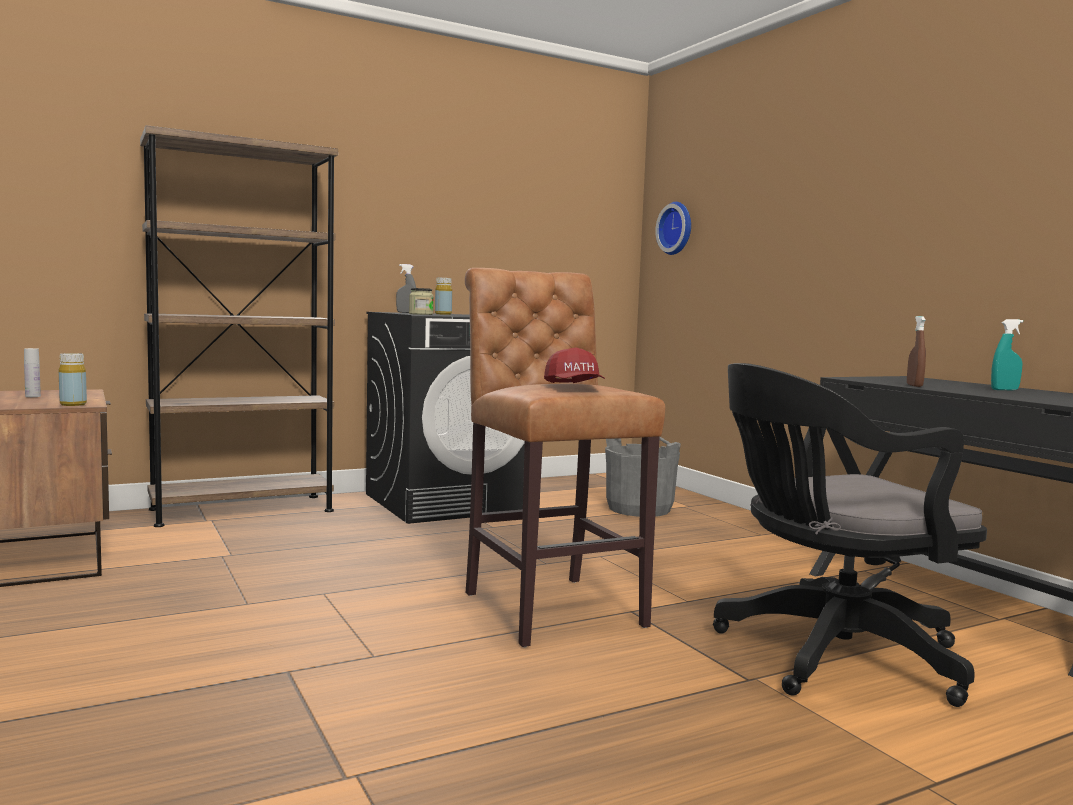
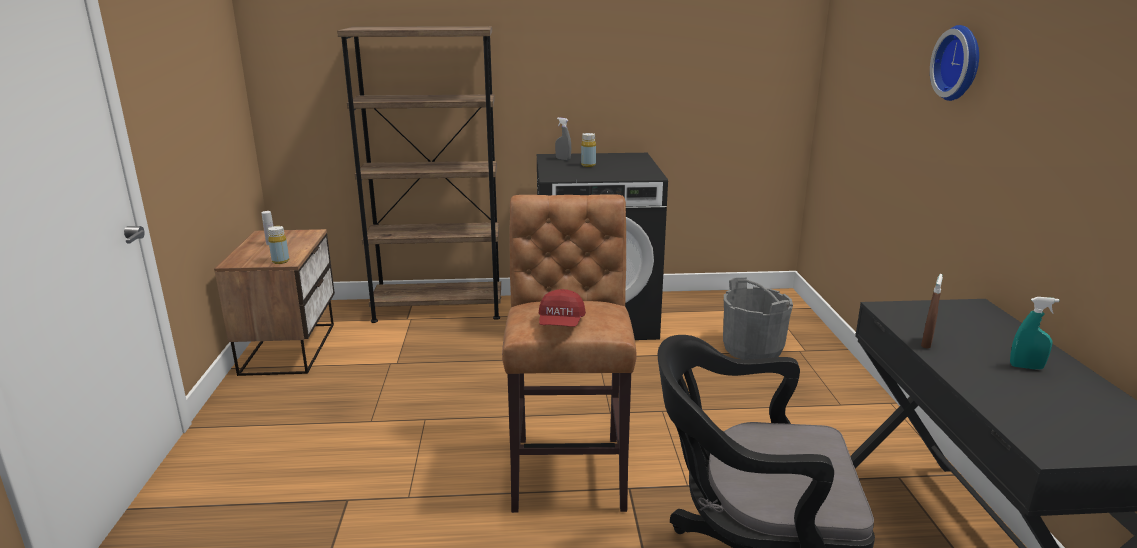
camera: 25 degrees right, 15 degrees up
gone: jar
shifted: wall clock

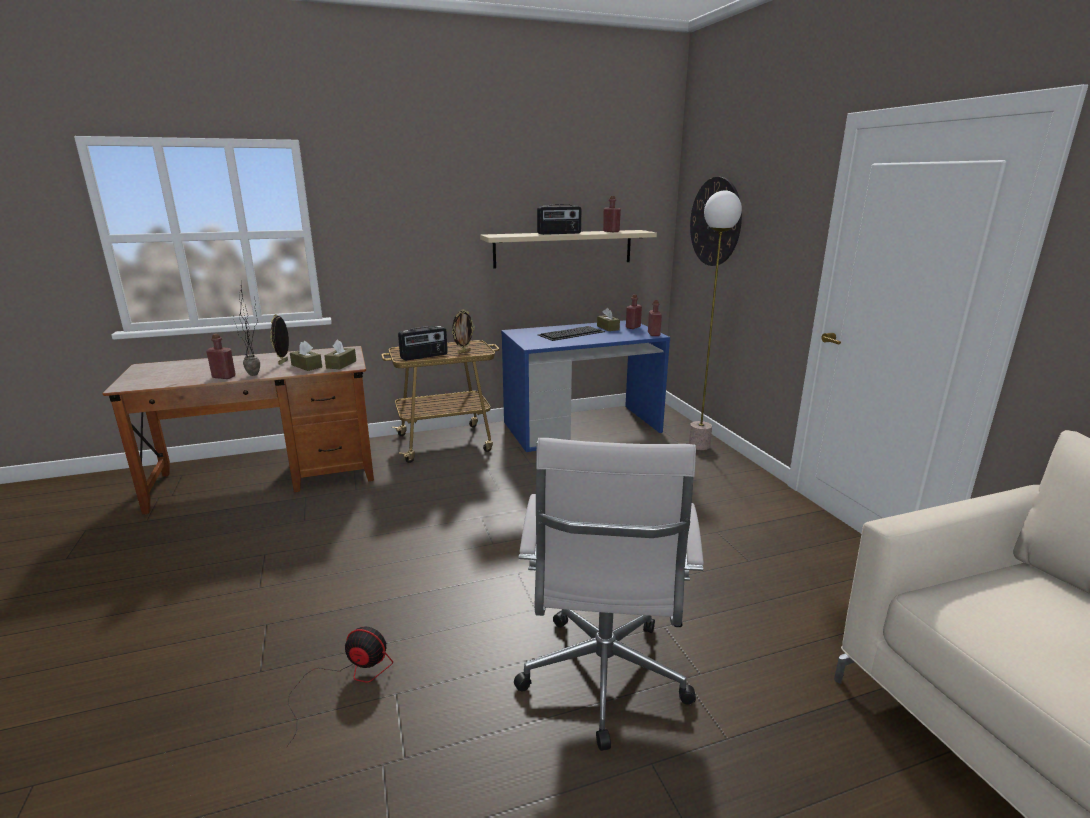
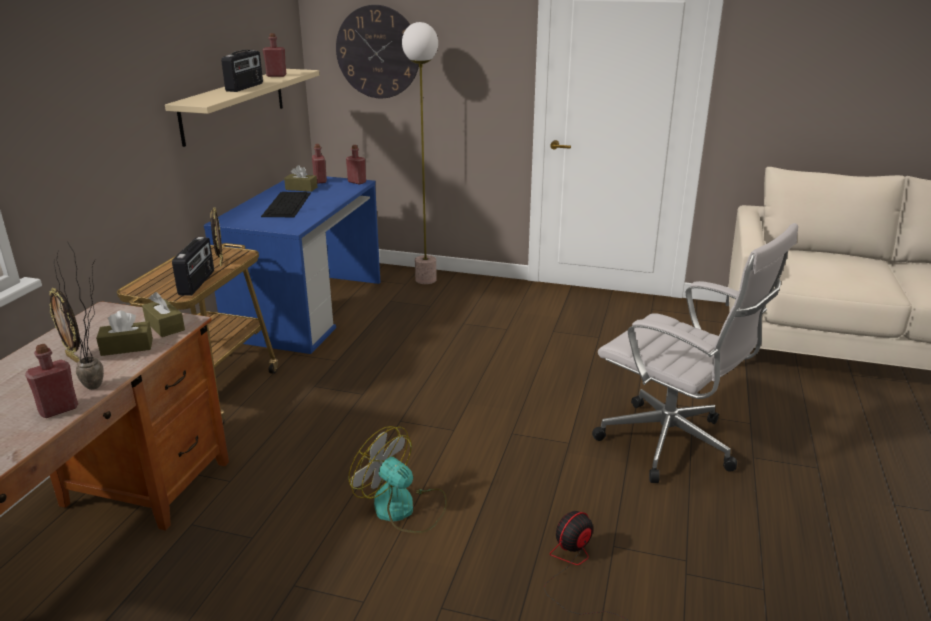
camera: 55 degrees left, 5 degrees up
new: fan (no. 1 from left)

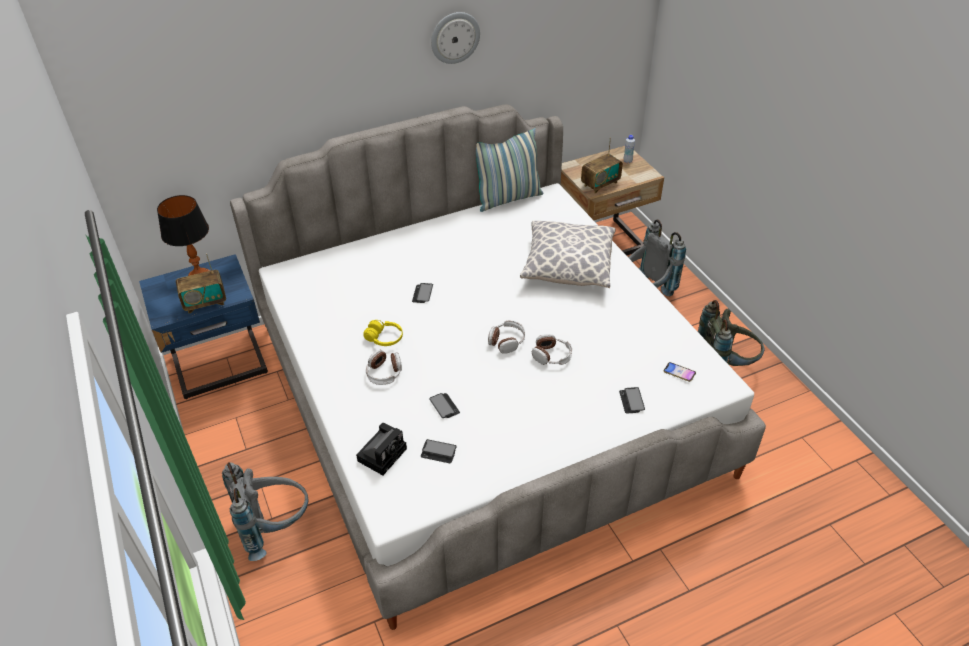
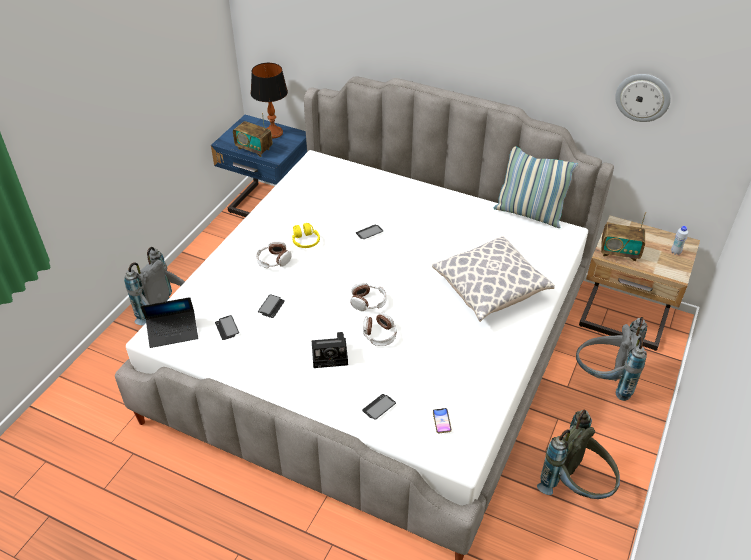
camera: 50 degrees right, 0 degrees up
new: laptop
shifted: photo camera; wall clock

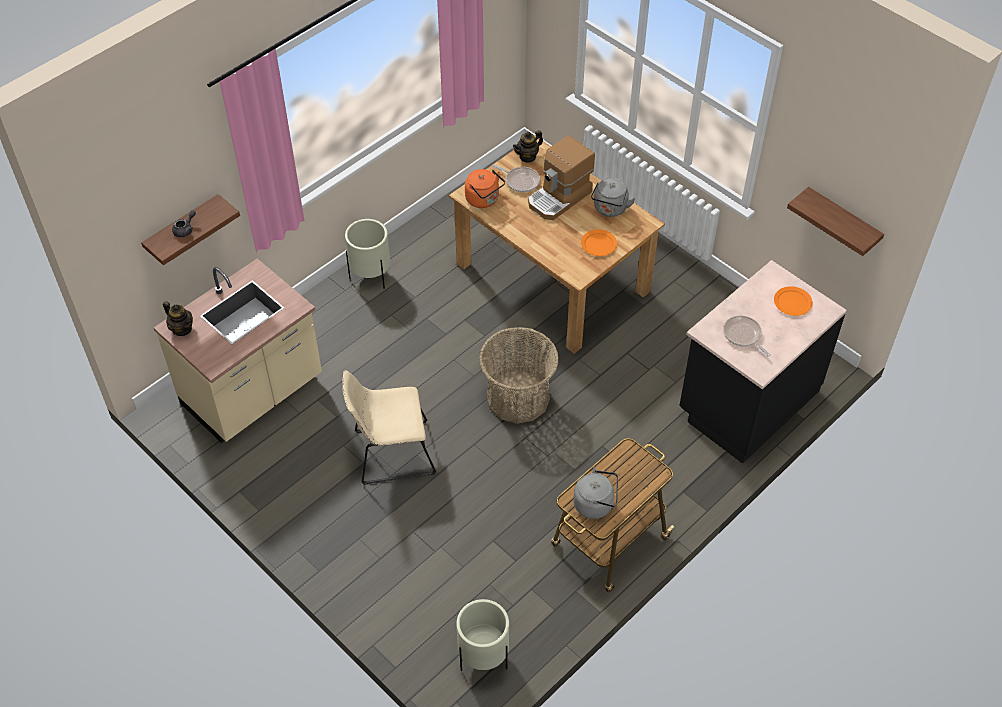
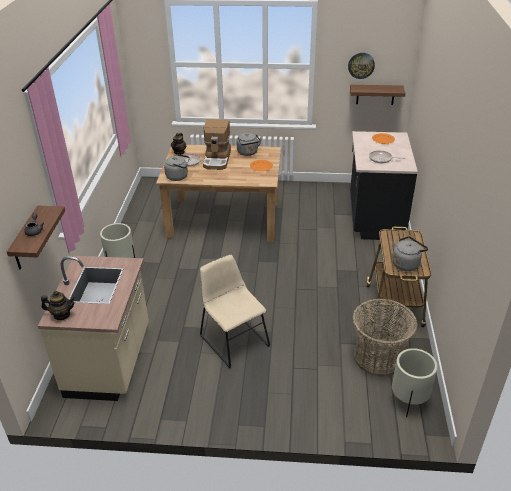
camera: 40 degrees left, 15 degrees down
new: wall clock
shifted: basket
repainted: orange kettle to grey kettle (no. 1 from left)
rotated: beige chair 105 degrees clockwise

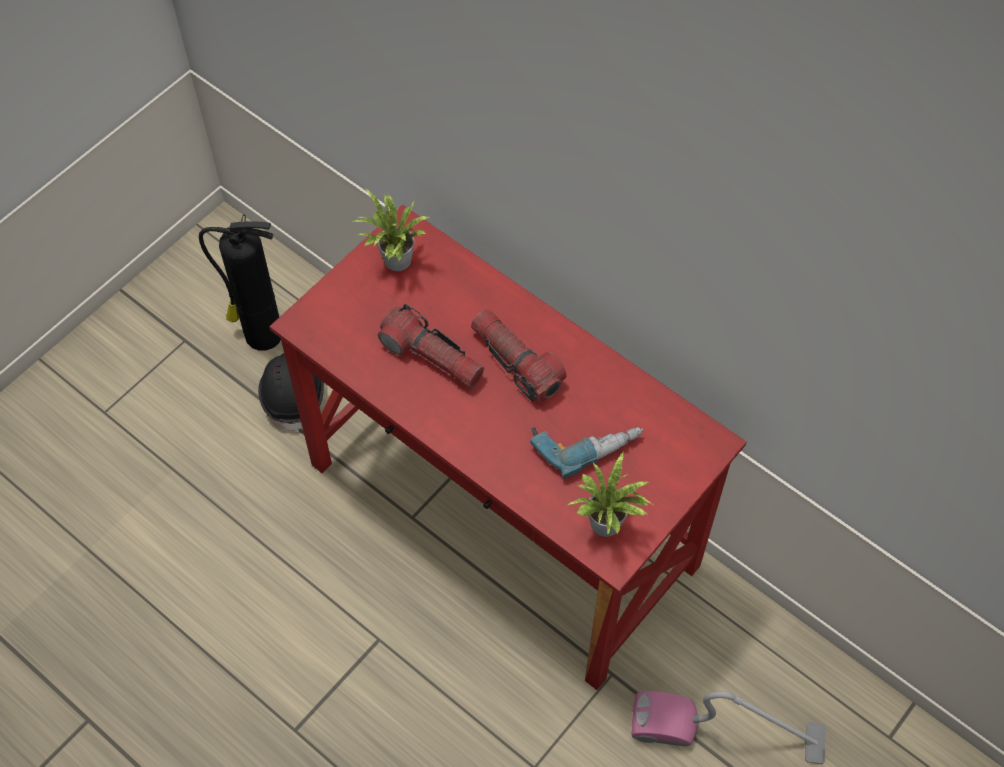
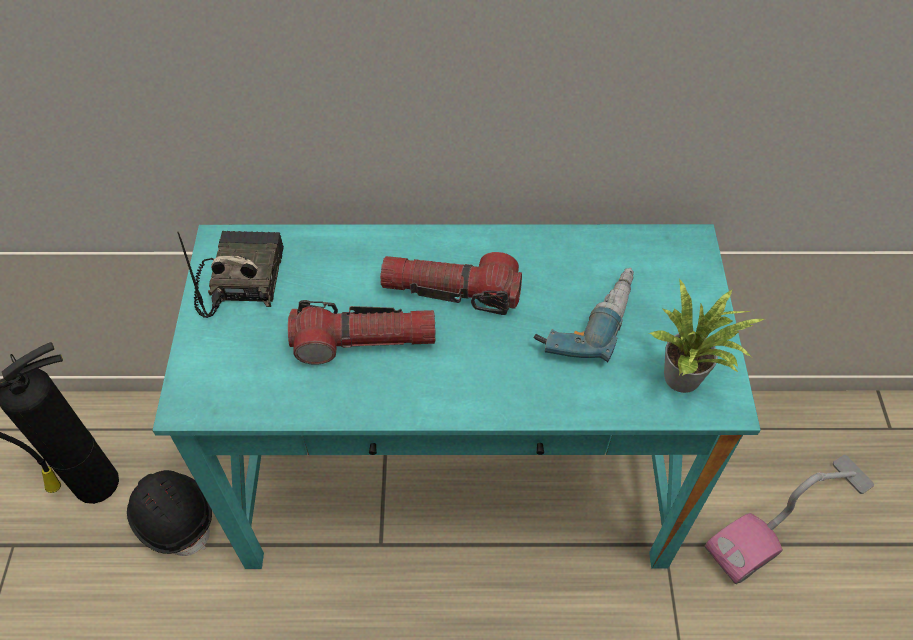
camera: 40 degrees left, 5 degrees down
swapped: potted plant (no. 1 from left) to radio
repainted: red desk to turquoise desk

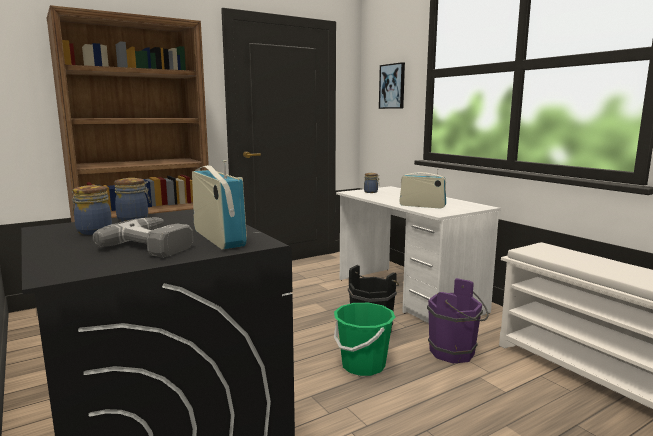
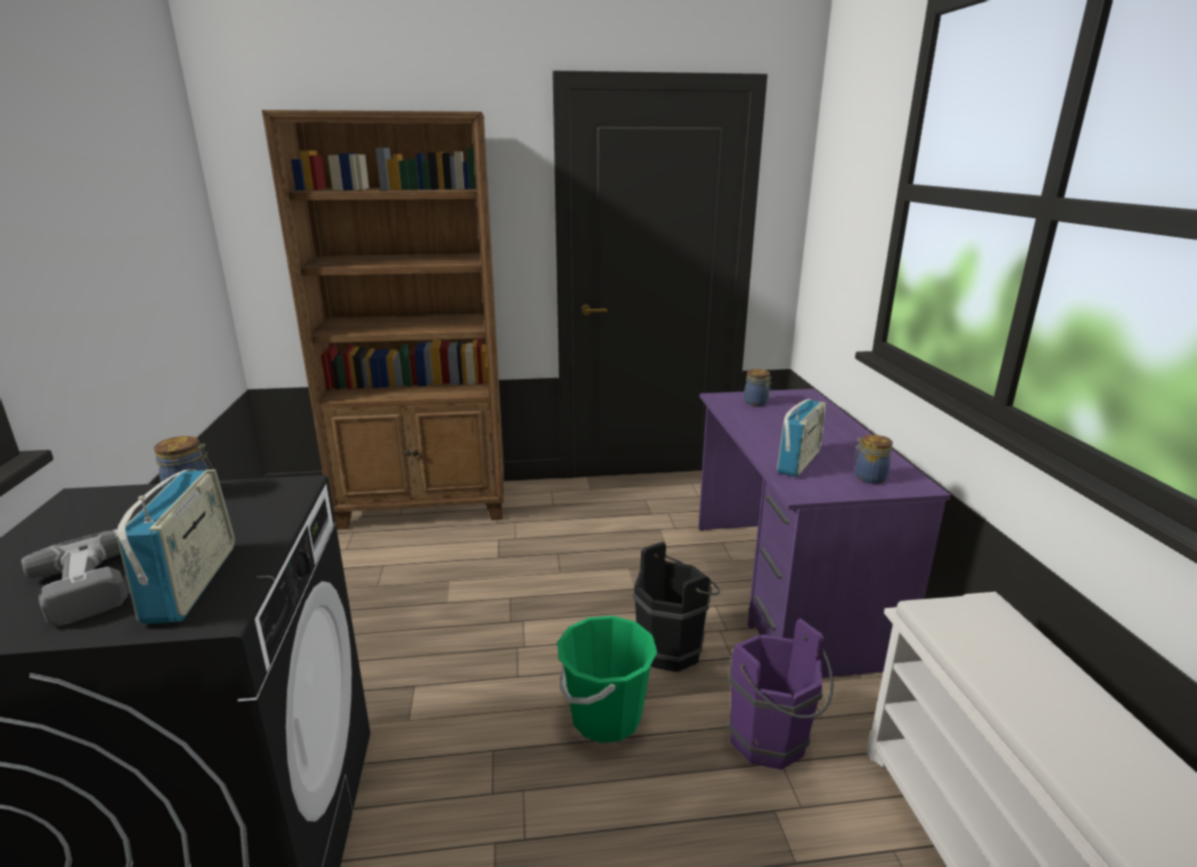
camera: 25 degrees right, 10 degrees up
gone: picture
shifted: jar (no. 1 from left in the first image) to jar (no. 3 from left)
repainted: white desk to purple desk
rotated: radio (no. 2 from left) 75 degrees clockwise

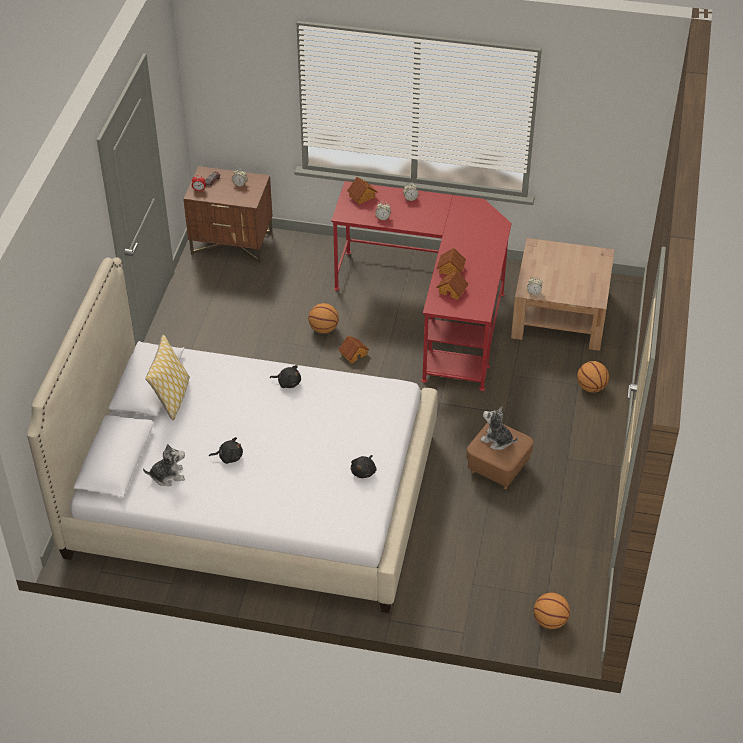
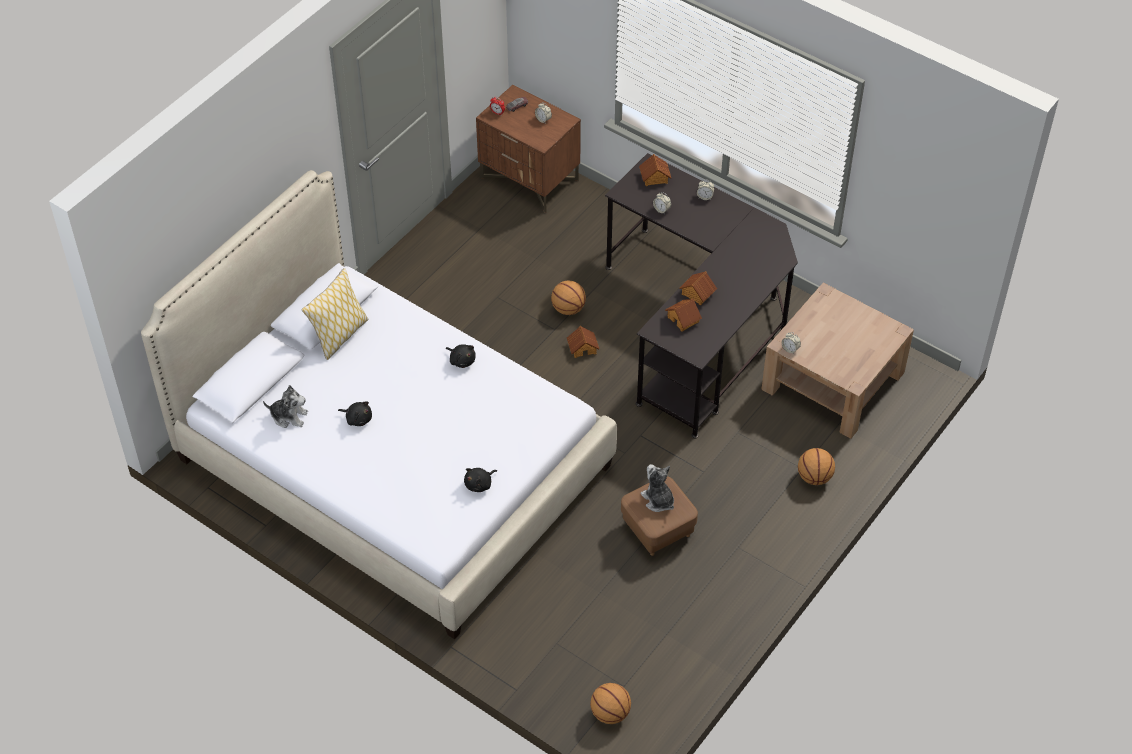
camera: 25 degrees right, 5 degrees up
repainted: red desk to black desk

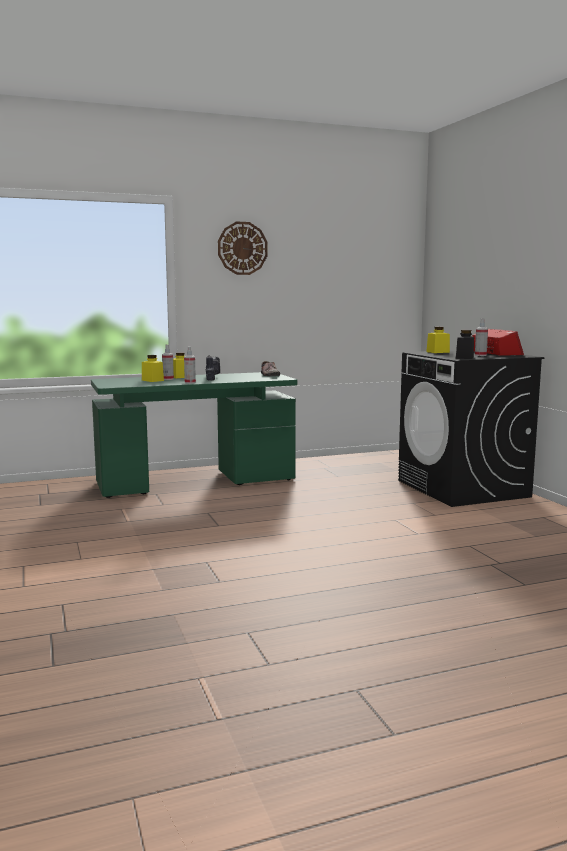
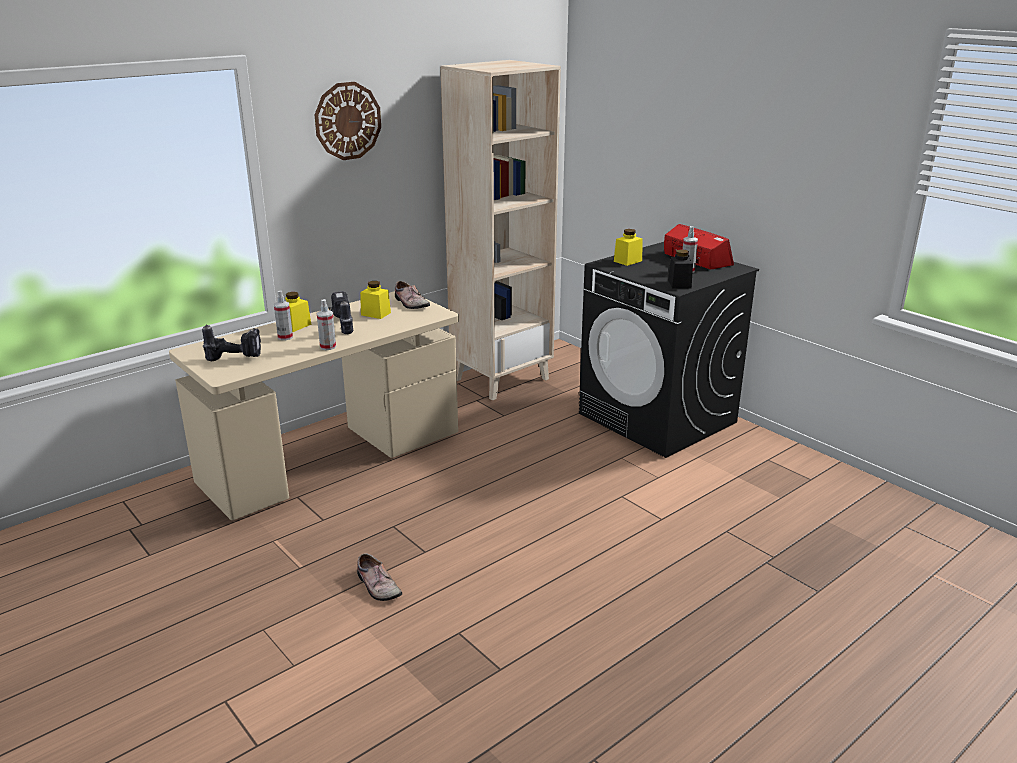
camera: 20 degrees left, 15 degrees up
new: power drill (no. 1 from left); shoe (no. 1 from left); beige bookcase
shifted: yellow jar (no. 1 from left in the first image) to yellow jar (no. 2 from left)
repainted: green desk to beige desk

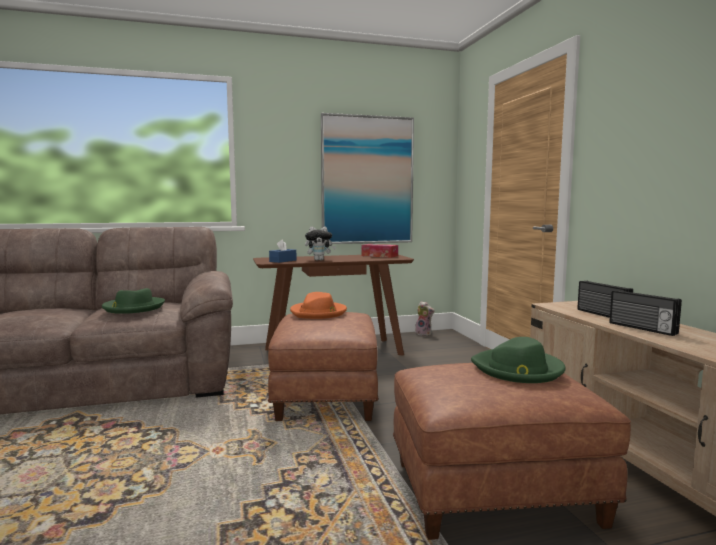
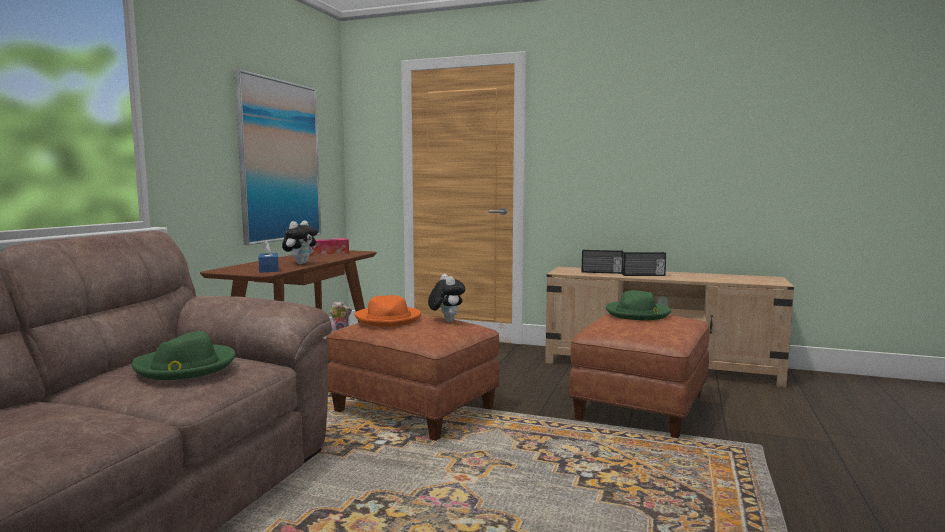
camera: 55 degrees left, 0 degrees up
new: plush toy (no. 3 from left)

